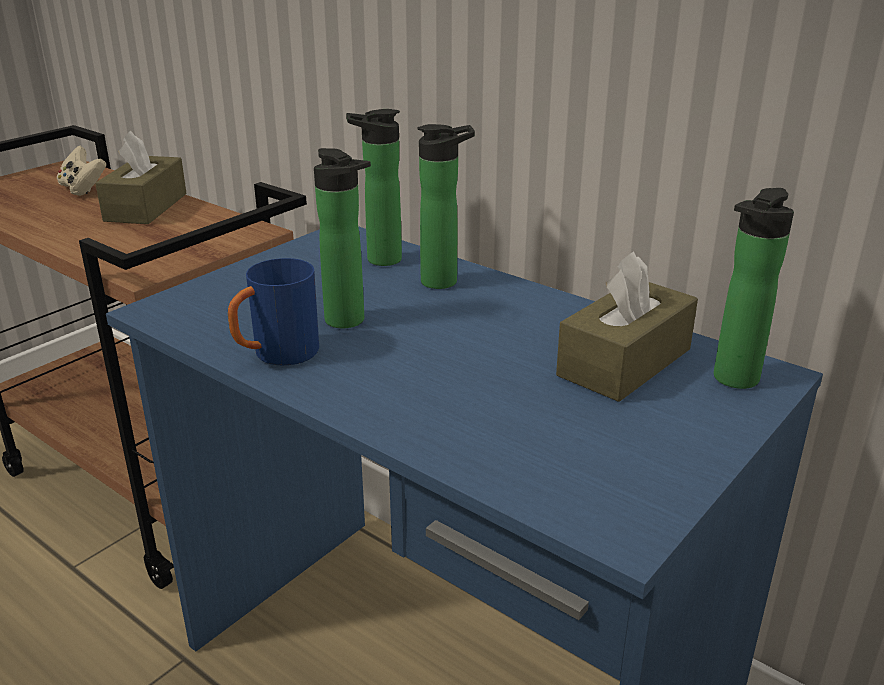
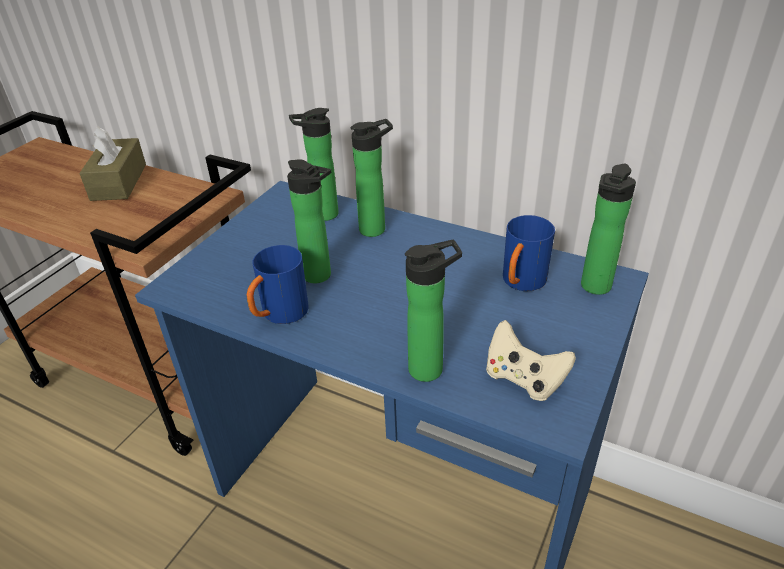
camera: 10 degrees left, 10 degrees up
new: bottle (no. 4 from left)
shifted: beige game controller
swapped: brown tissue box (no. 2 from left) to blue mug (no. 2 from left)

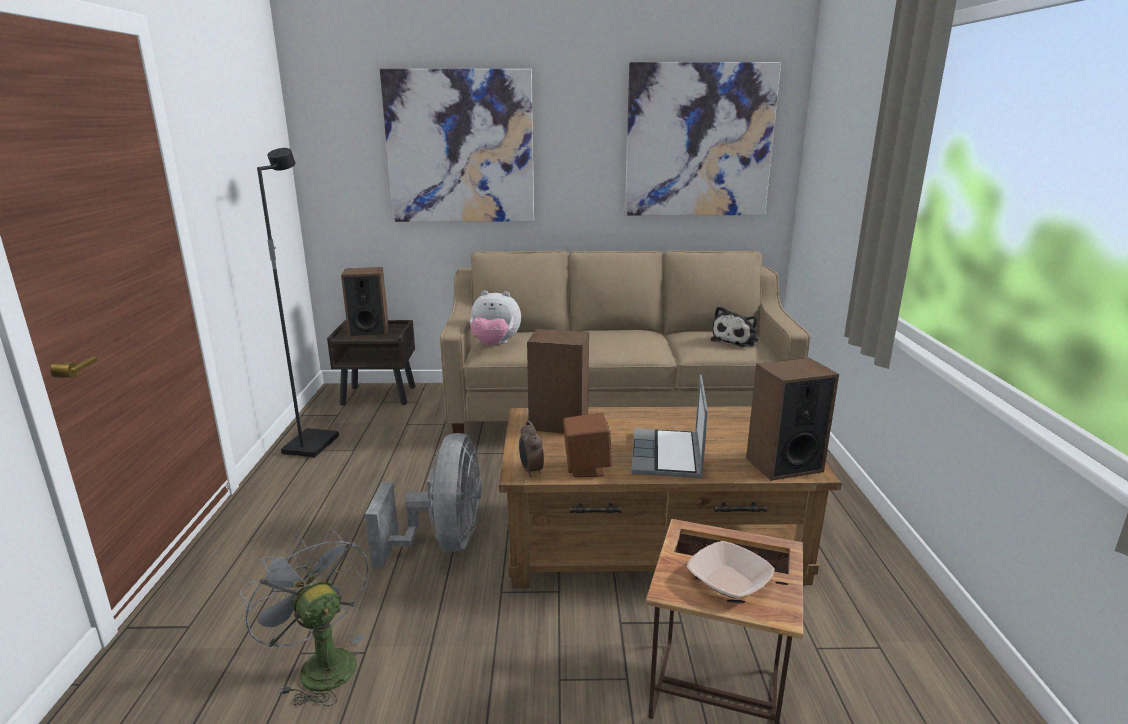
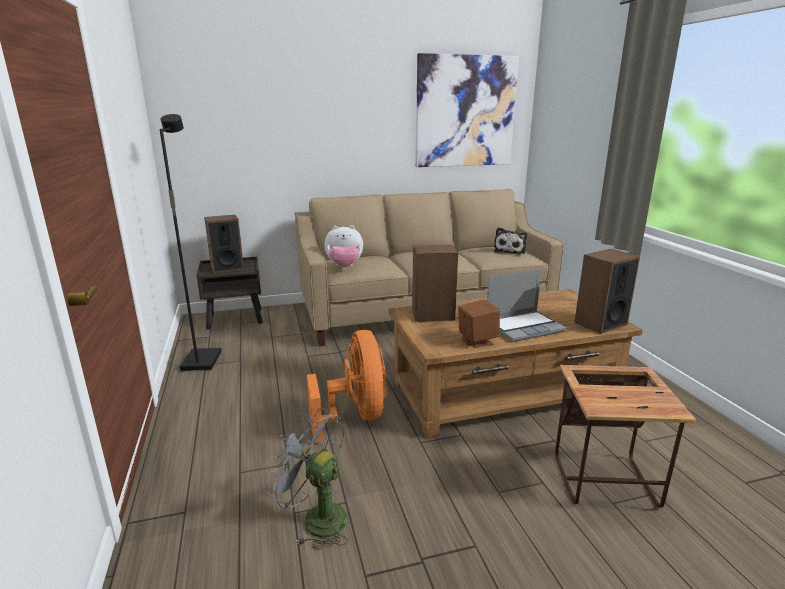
camera: 15 degrees left, 0 degrees up
gone: picture (no. 1 from left); alarm clock; bowl
repainted: grey fan (no. 2 from left) to orange fan
rotated: laptop 105 degrees counterclockwise

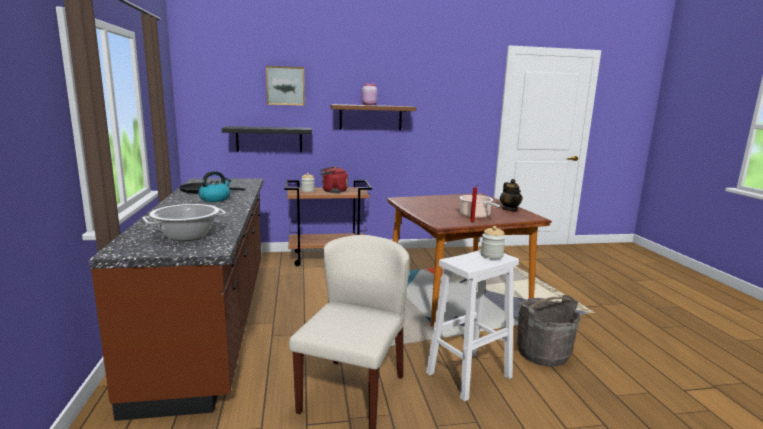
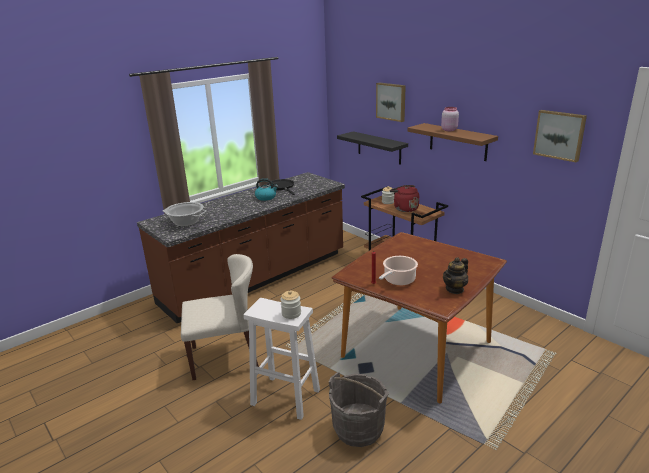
camera: 60 degrees right, 10 degrees up
new: picture (no. 2 from left)

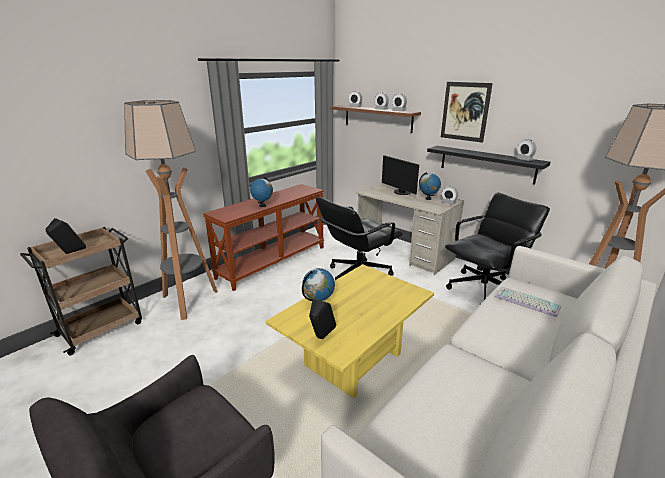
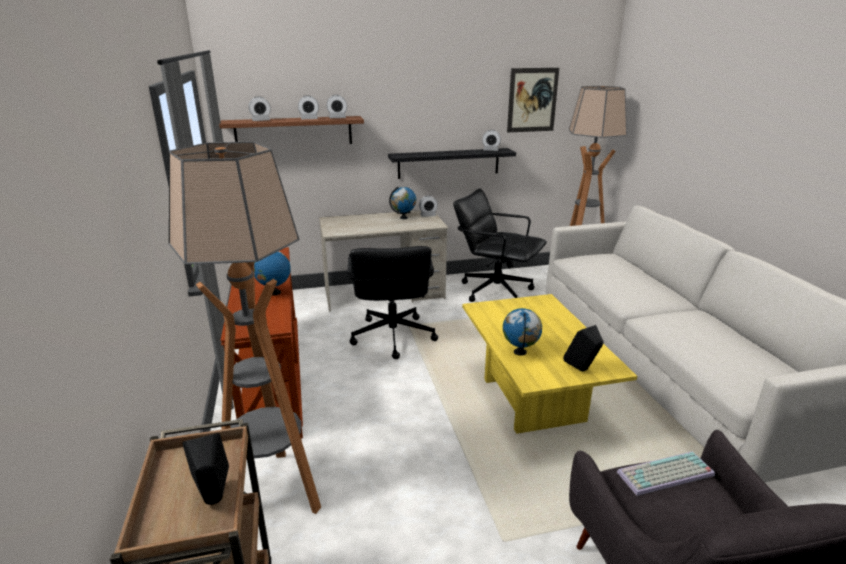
camera: 55 degrees left, 0 degrees up
gone: monitor
shifted: picture; keyboard
rotated: black office chair (no. 2 from left) 60 degrees counterclockwise

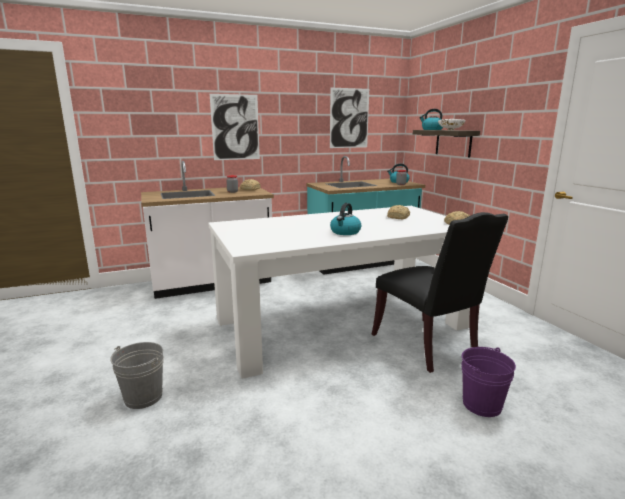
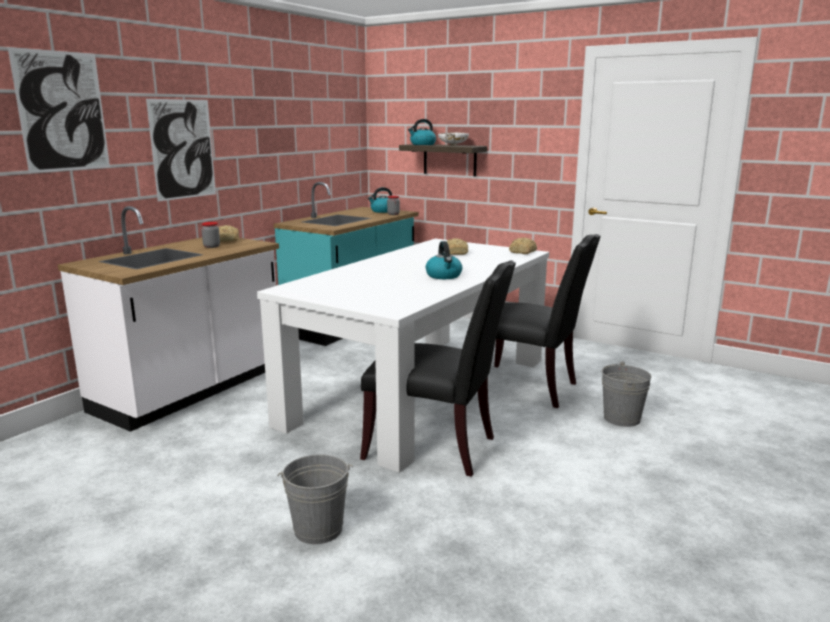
camera: 35 degrees left, 0 degrees up
new: black chair (no. 1 from left)
shifted: picture (no. 2 from left in the first image) to picture (no. 1 from left)
repainted: purple bucket to grey bucket (no. 2 from left)

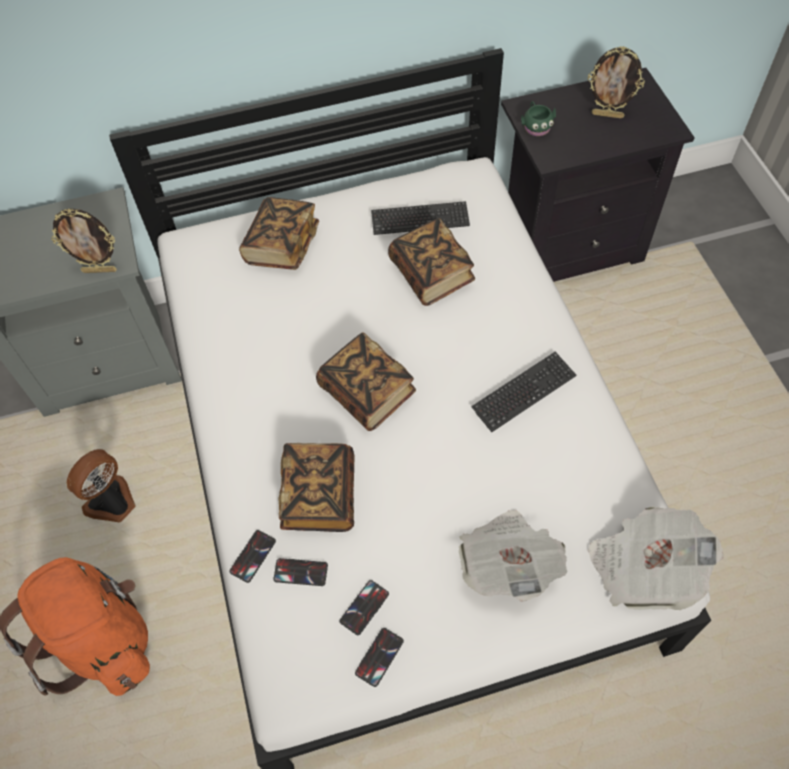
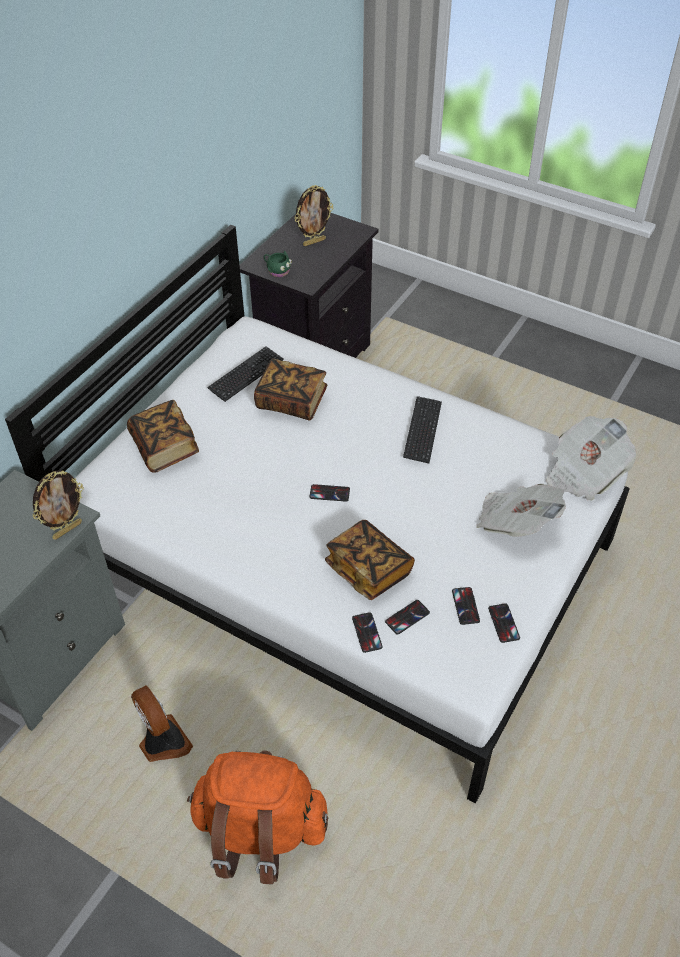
camera: 45 degrees left, 10 degrees down
swapped: book (no. 3 from left) to phone (no. 1 from left)
rotated: fan 150 degrees clockwise

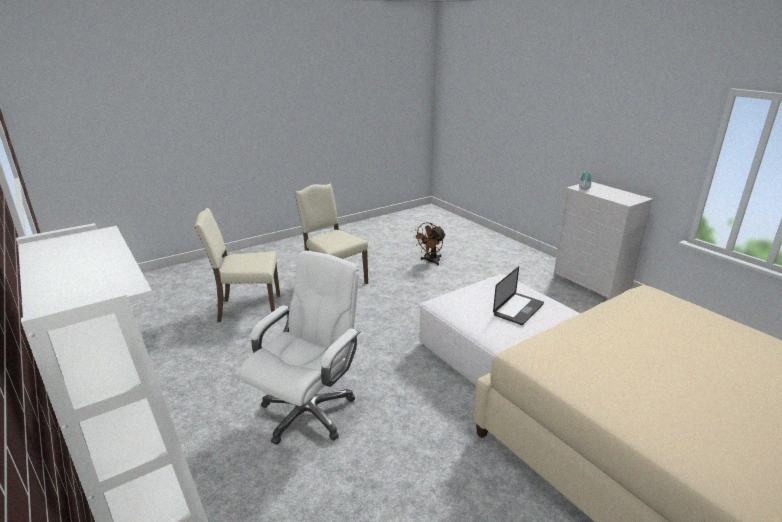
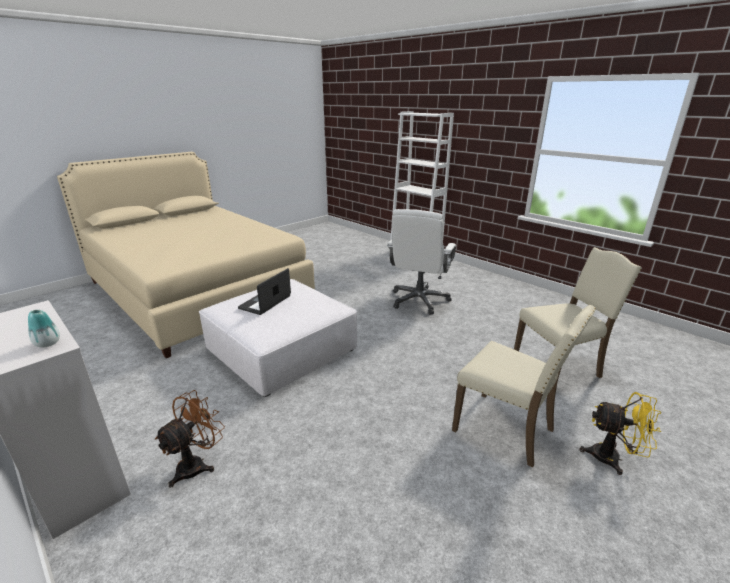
camera: 170 degrees right, 0 degrees up
new: yellow fan
shifted: brown fan

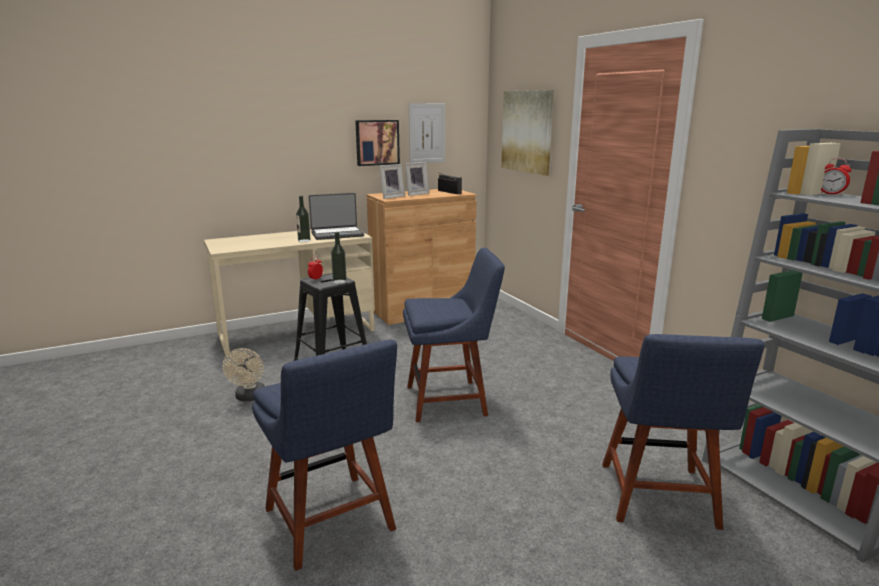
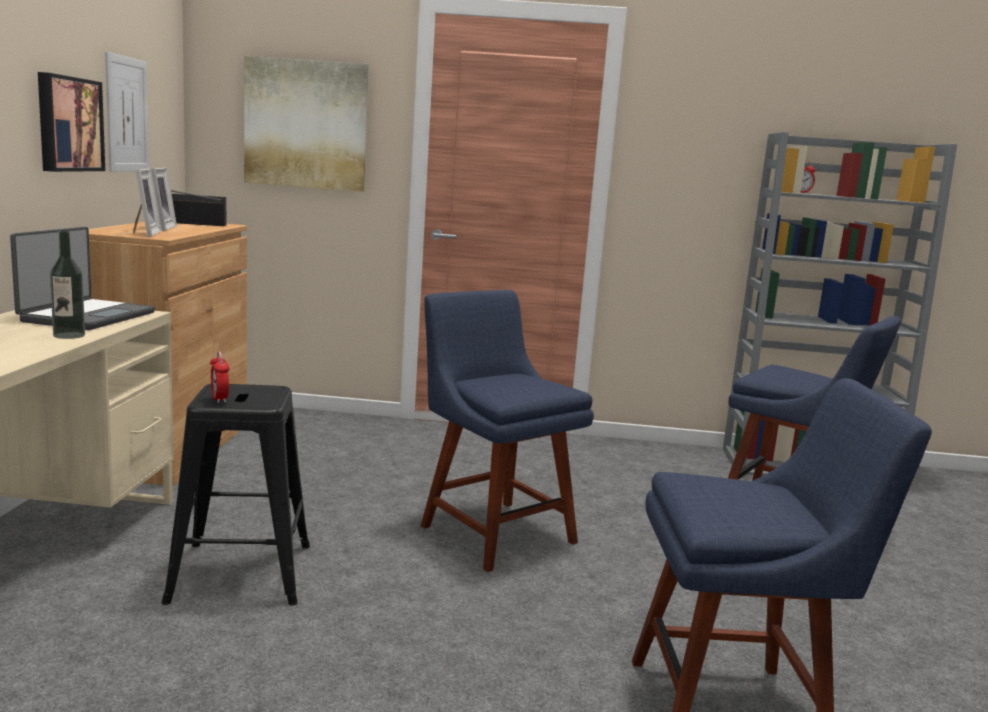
camera: 60 degrees left, 5 degrees down
gone: beige fan; bottle (no. 2 from left)
rotated: blue chair (no. 2 from left in the first image) 60 degrees counterclockwise

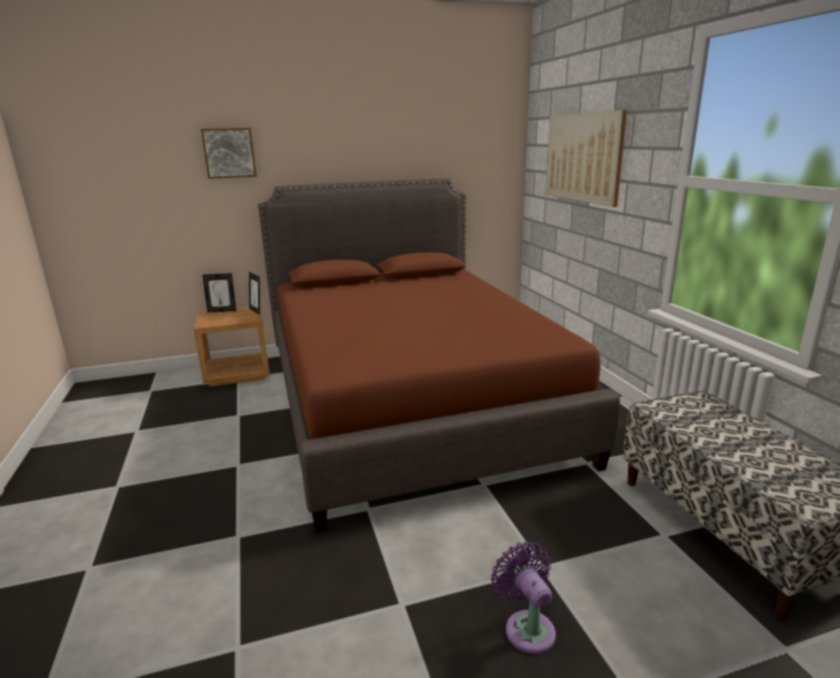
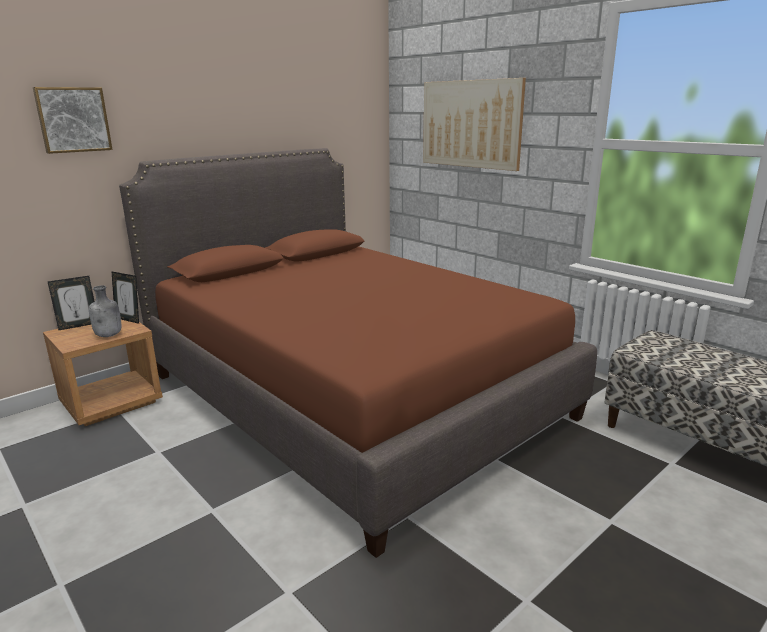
camera: 25 degrees left, 0 degrees up
gone: purple fan
new: grey bottle

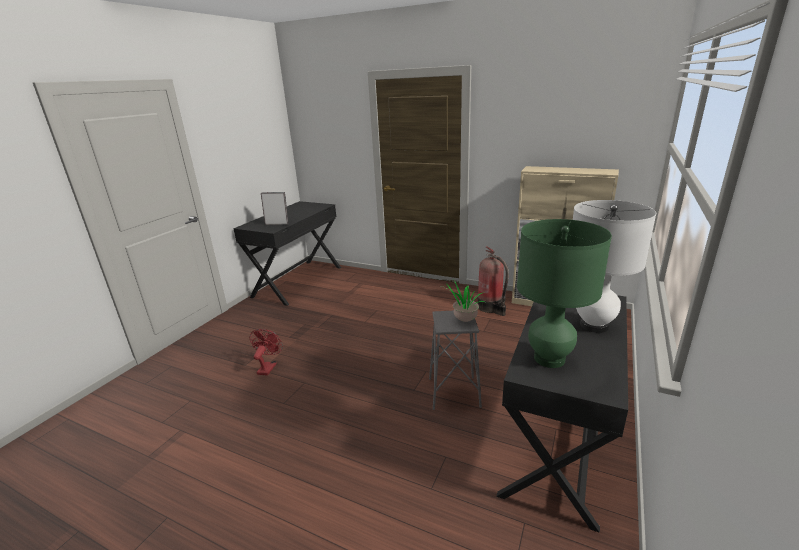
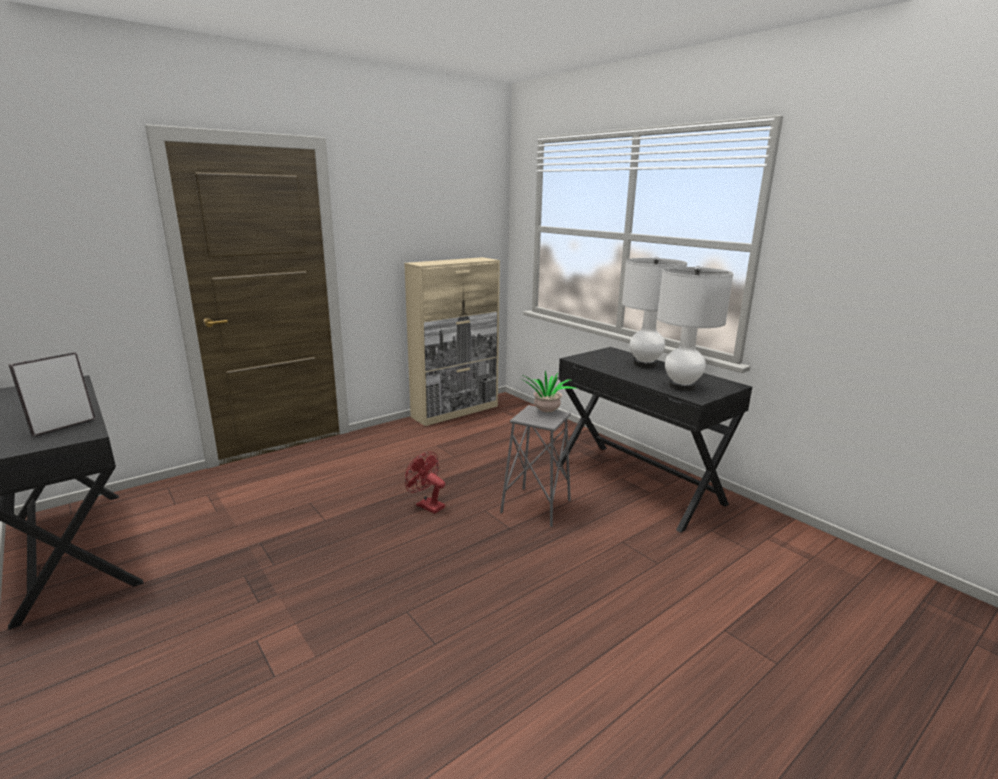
camera: 65 degrees left, 5 degrees down
gone: fire extinguisher
shifted: red fan
repainted: green table lamp to white table lamp (no. 2 from left)

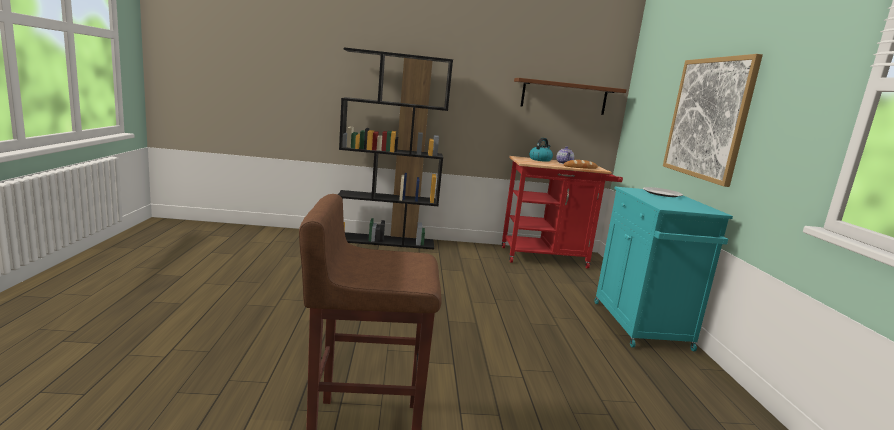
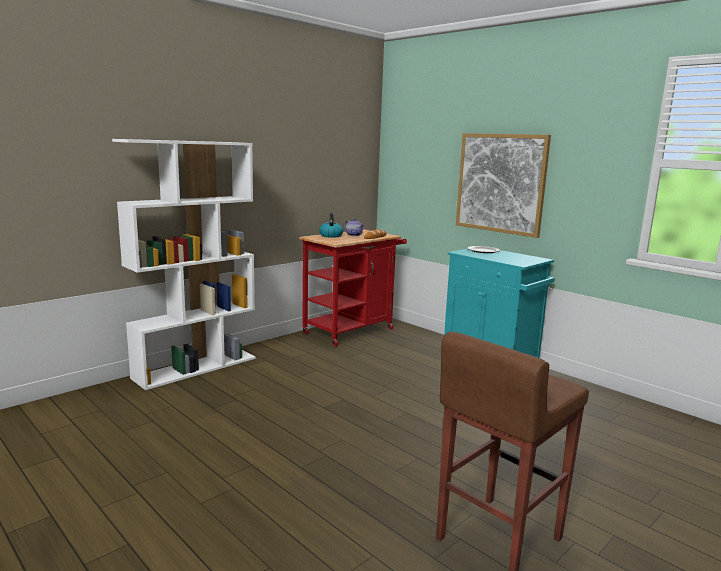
camera: 40 degrees left, 0 degrees up
gone: brown shelf
repainted: black bookcase to white bookcase

